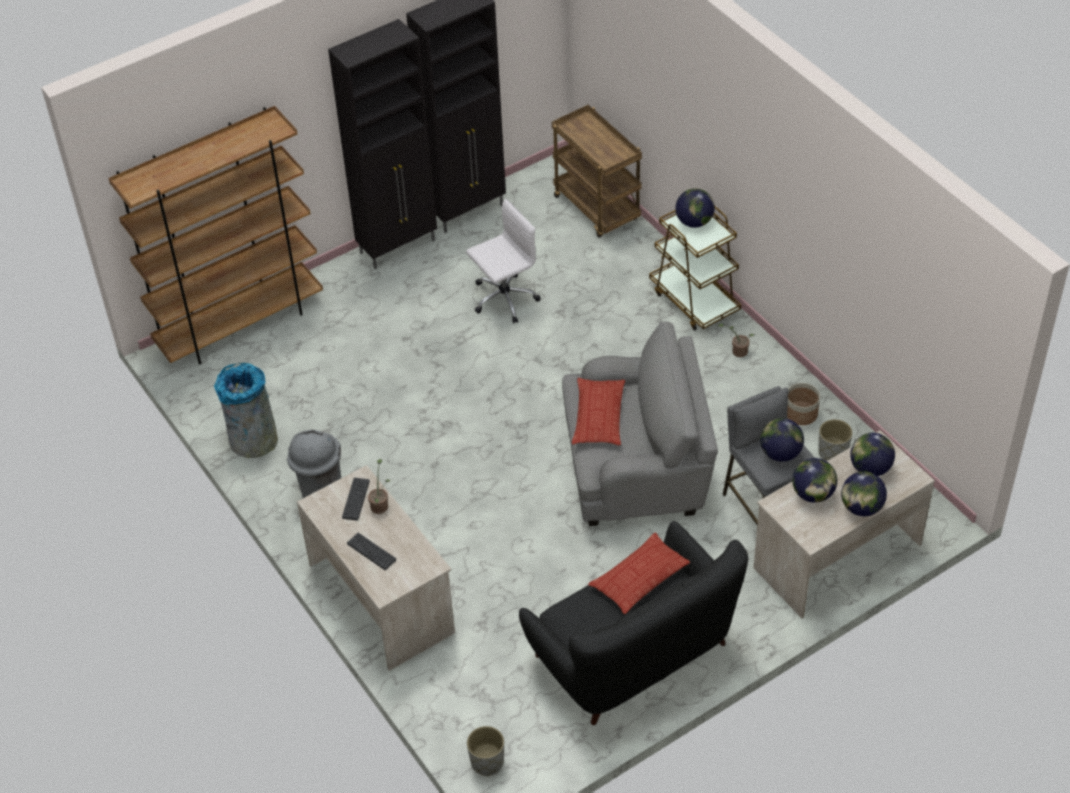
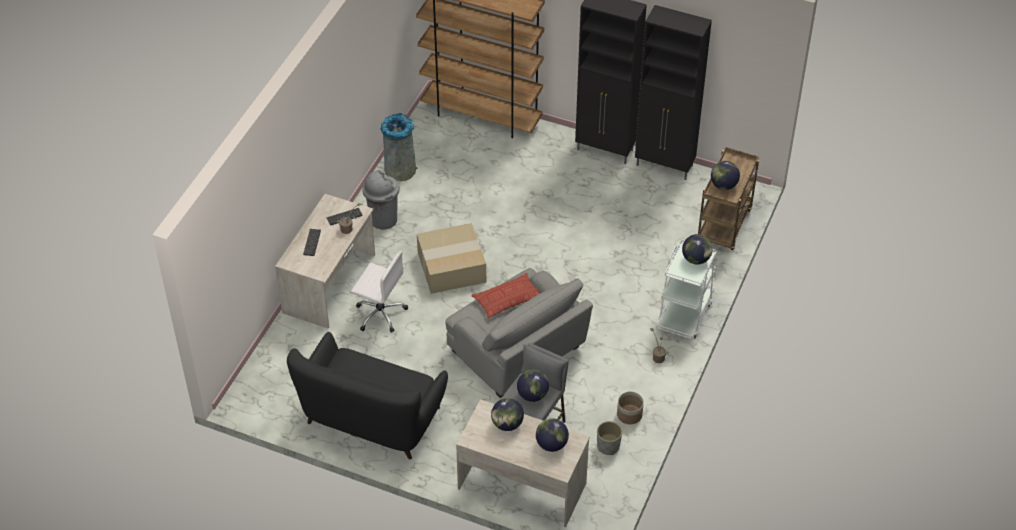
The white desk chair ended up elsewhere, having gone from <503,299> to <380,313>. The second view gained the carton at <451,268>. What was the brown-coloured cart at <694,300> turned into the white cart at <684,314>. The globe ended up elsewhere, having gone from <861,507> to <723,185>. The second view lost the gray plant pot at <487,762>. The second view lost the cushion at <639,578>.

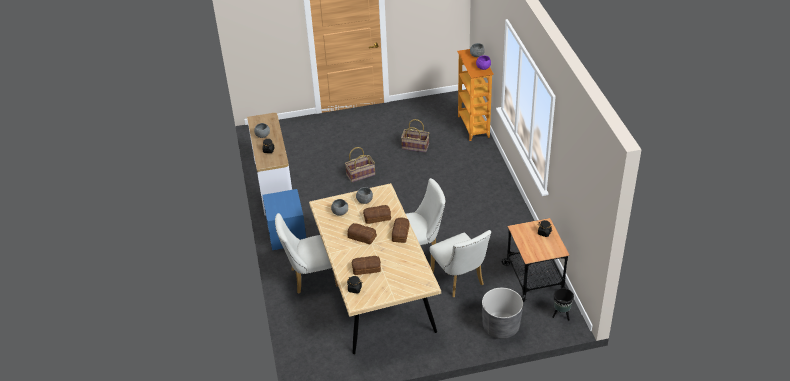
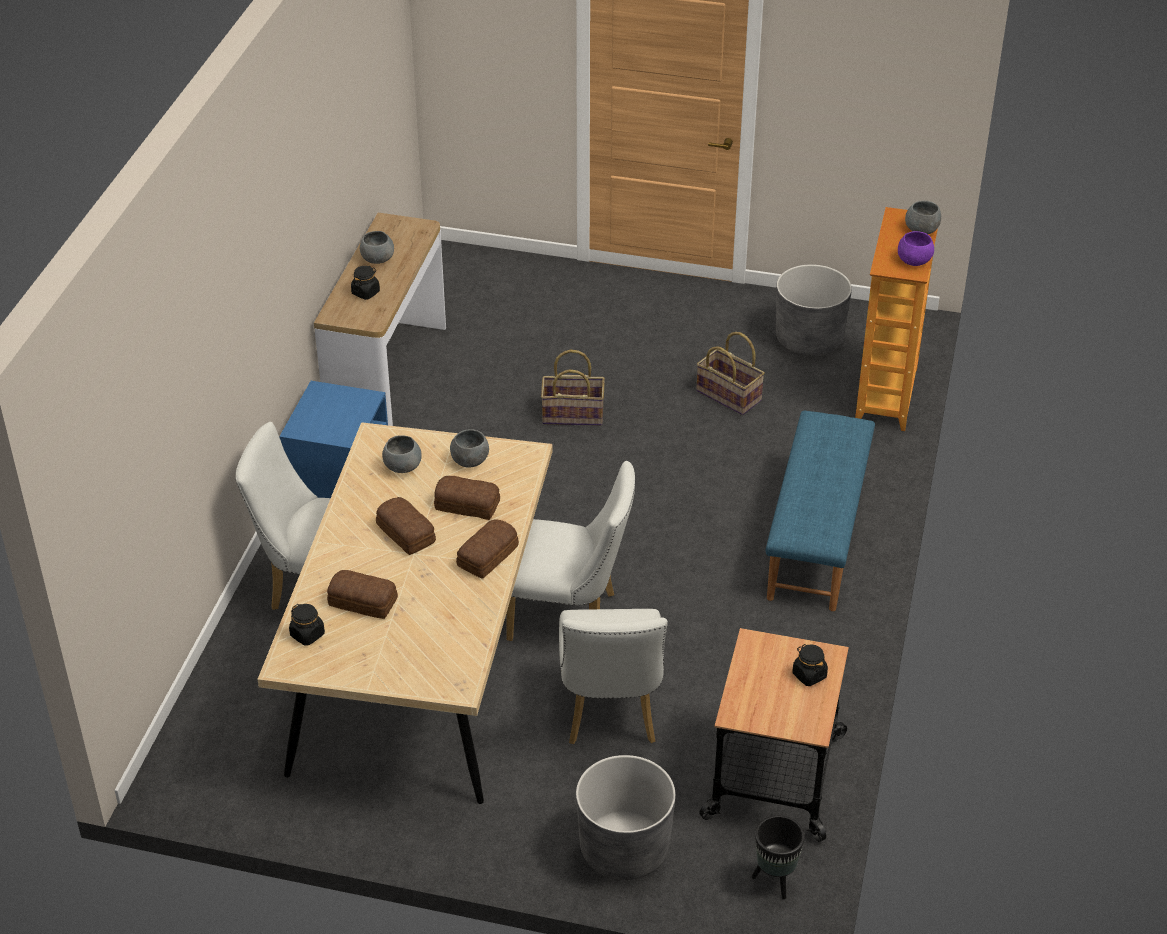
The second view gained the blue long seat at <818,537>. The second view gained the gray plant pot at <809,340>.

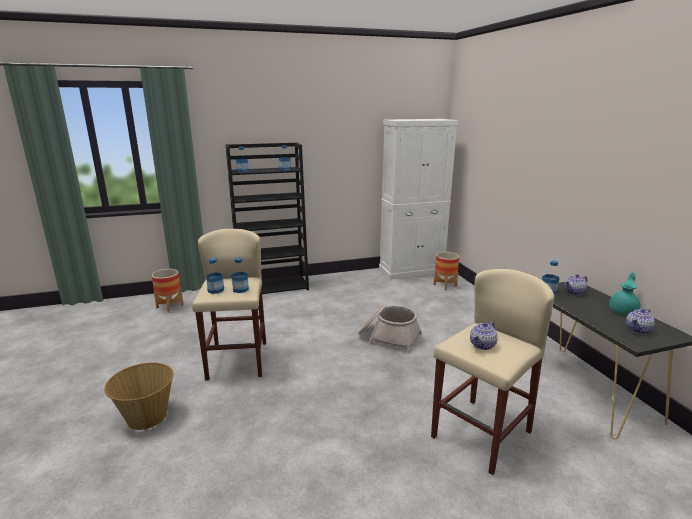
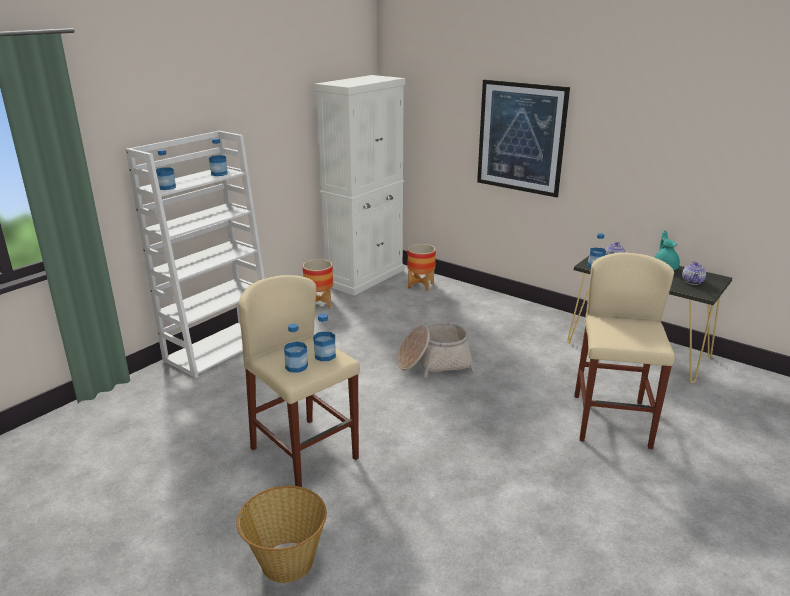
What was the blackish shelving unit at <273,286> turned into the white shelving unit at <220,348>. The plant pot ended up elsewhere, having gone from <170,306> to <319,303>. The second view gained the wall art at <521,137>. The second view lost the teapot at <482,345>.

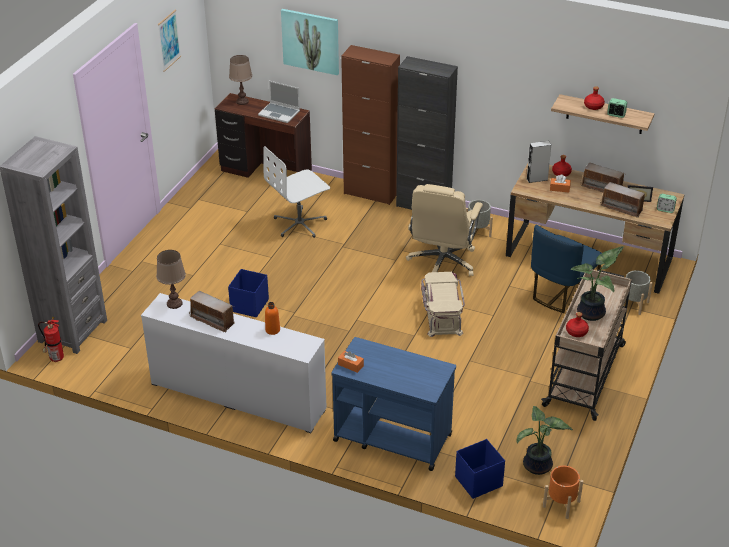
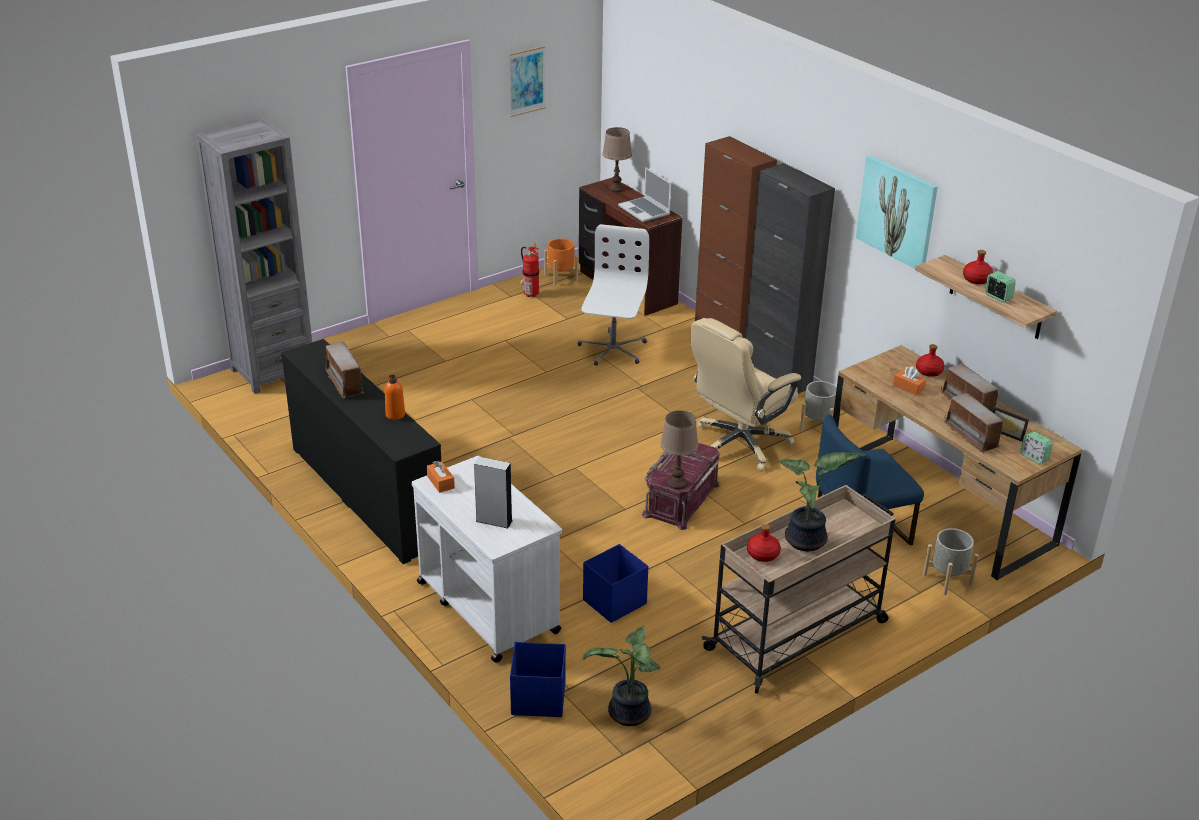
What was the white drawer chest at <238,396> turned into the blackish drawer chest at <366,495>. What was the blue cart at <391,437> turned into the white cart at <487,606>. The gray audio speaker ended up elsewhere, having gone from <537,179> to <494,521>. The fire extinguisher ended up elsewhere, having gone from <55,358> to <529,294>. The orangey plant pot ended up elsewhere, having gone from <561,504> to <561,278>. The white desk chair at <300,224> ended up facing another way, 105 degrees clockwise from before. The blue storage bin ended up elsewhere, having gone from <249,305> to <613,602>. What was the beige storage bin at <441,315> turned into the reddish storage bin at <680,499>. The brown-coloured tabletop lamp ended up elsewhere, having gone from <174,303> to <677,483>. The wall art ended up elsewhere, having gone from <310,41> to <897,212>.

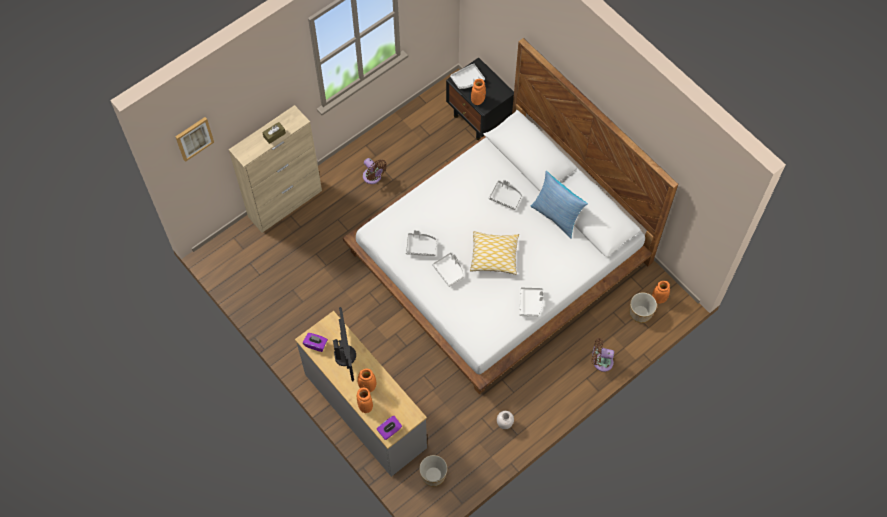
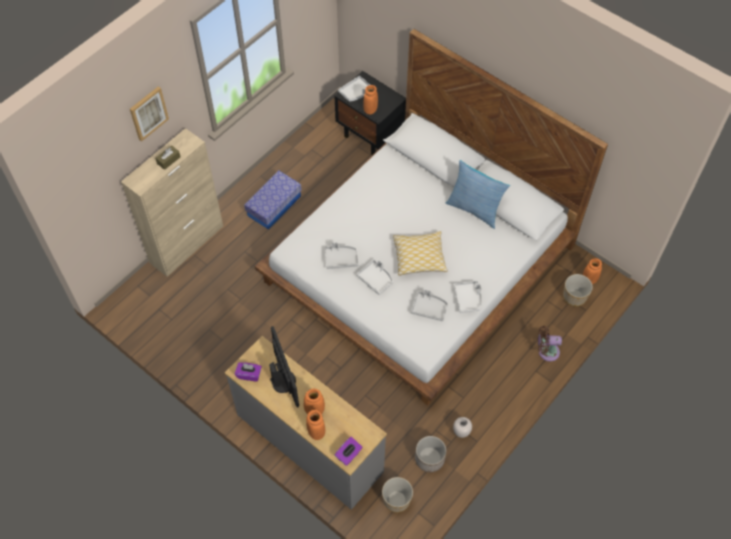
The wall art ended up elsewhere, having gone from <194,138> to <148,113>. Where the brown-coloured electric fan stood at <373,177>, the storage bin came to stand at <274,206>. The gray carrying tray ended up elsewhere, having gone from <505,197> to <429,308>. The second view gained the plant pot at <429,459>.

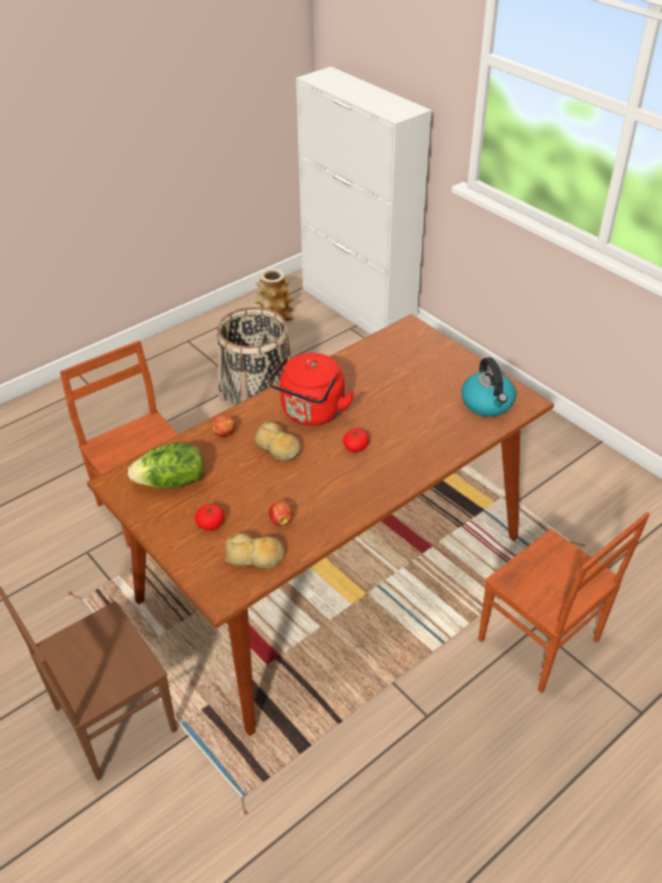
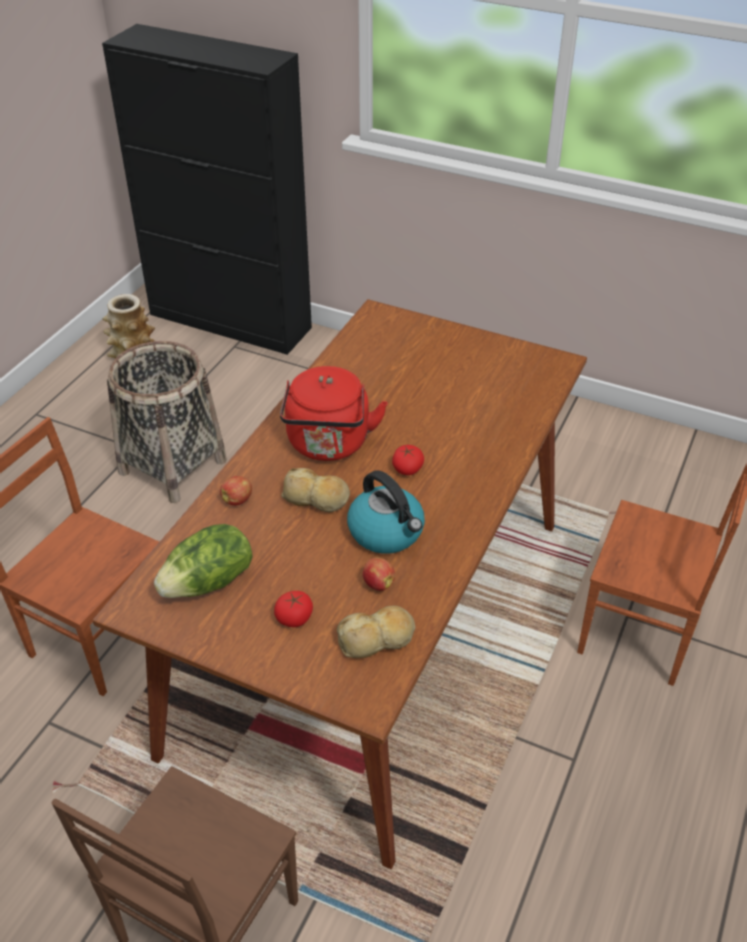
What was the white cupboard at <358,308> turned into the blackish cupboard at <231,321>. The water kettle ended up elsewhere, having gone from <488,403> to <387,532>.

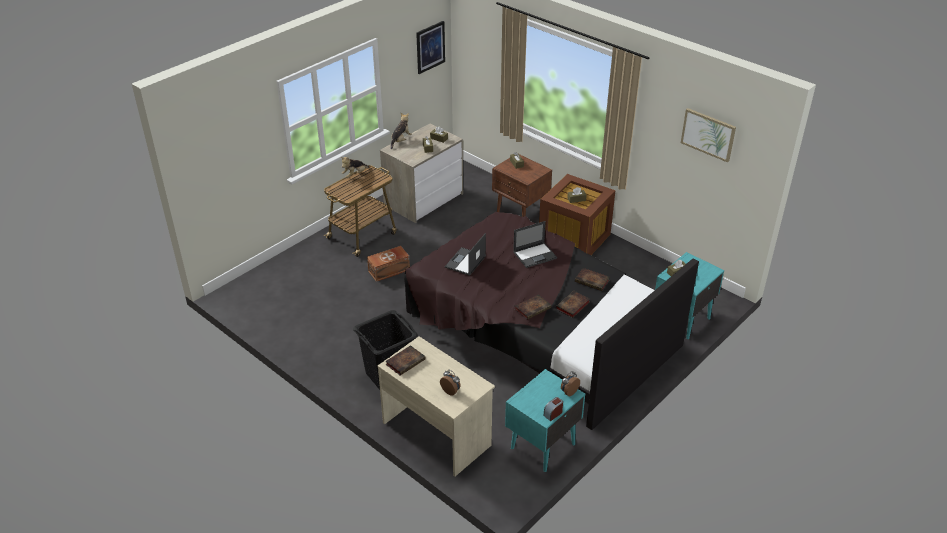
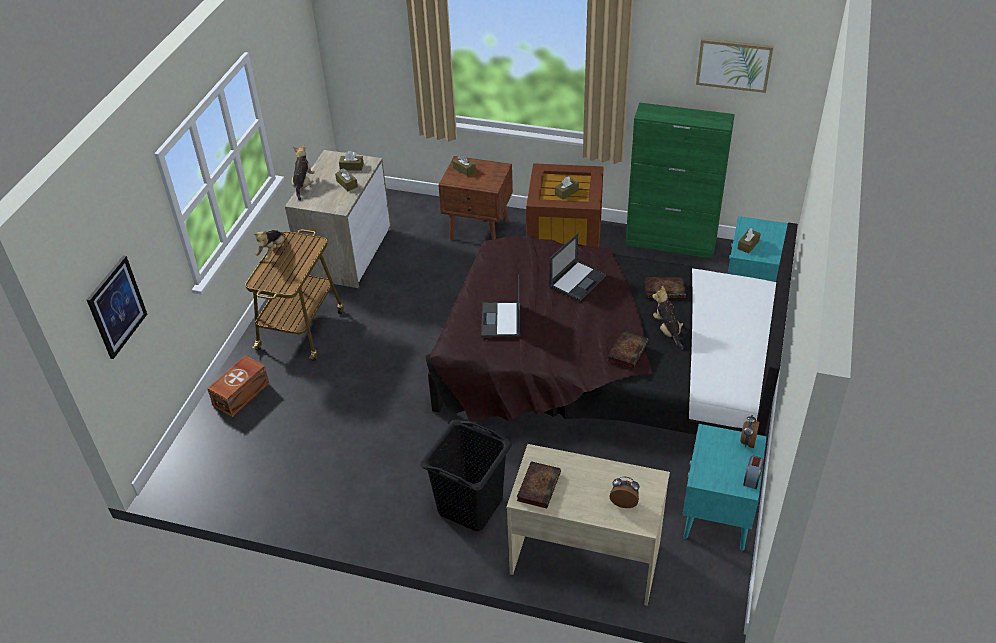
The wall art ended up elsewhere, having gone from <430,47> to <116,307>. The brown-coloured storage bin ended up elsewhere, having gone from <389,271> to <242,394>. The second view gained the green cupboard at <671,243>. Where the volume stood at <572,306>, the plush toy came to stand at <667,330>.

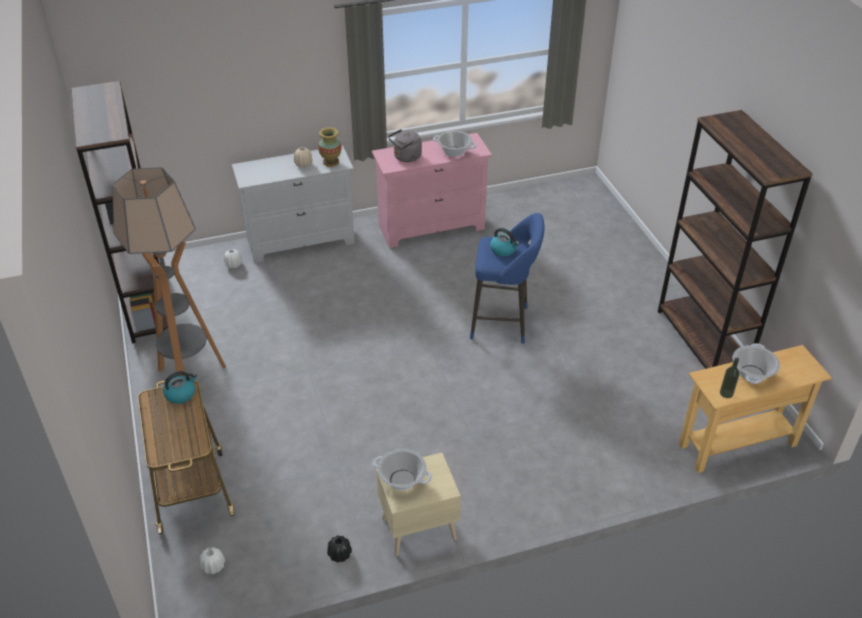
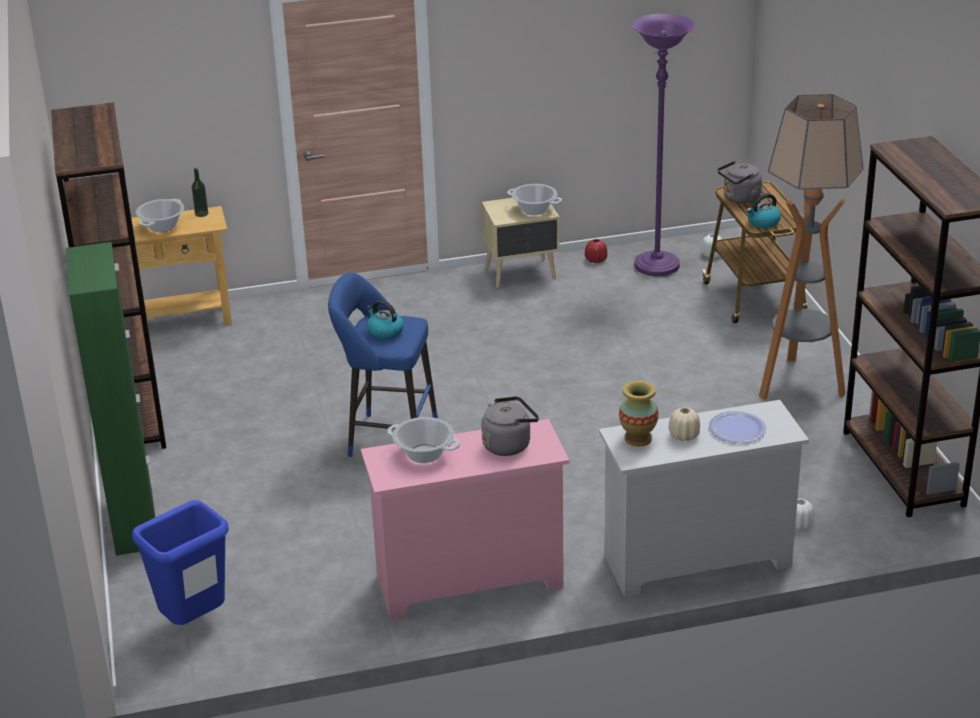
The second view gained the green cupboard at <134,524>. The second view gained the blue waste bin at <193,623>. What was the blackish flower vase at <339,554> turned into the reddish flower vase at <596,260>. The second view gained the purple floor lamp at <656,266>. The second view gained the plate at <737,429>. The second view gained the gray water kettle at <739,199>.

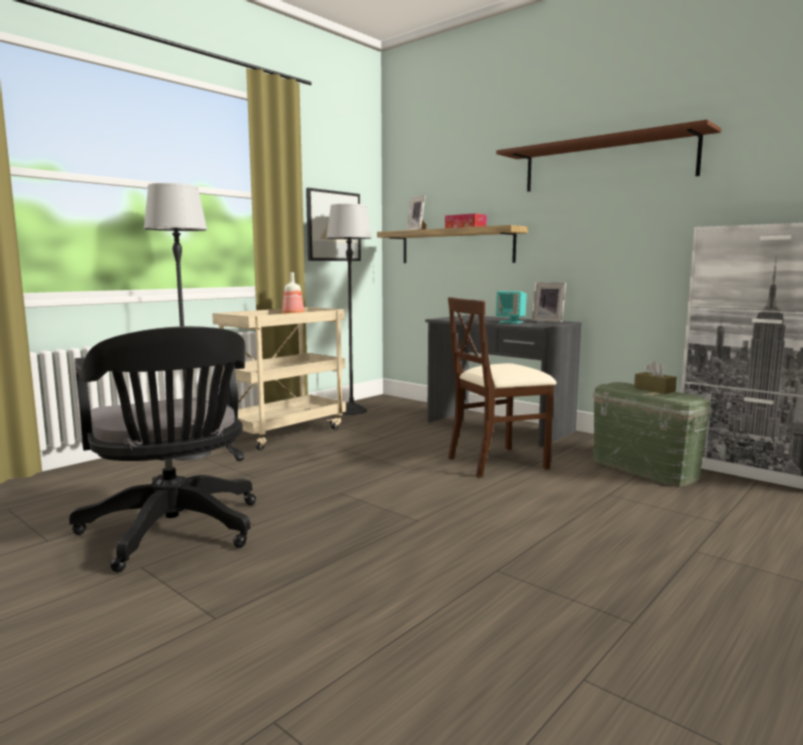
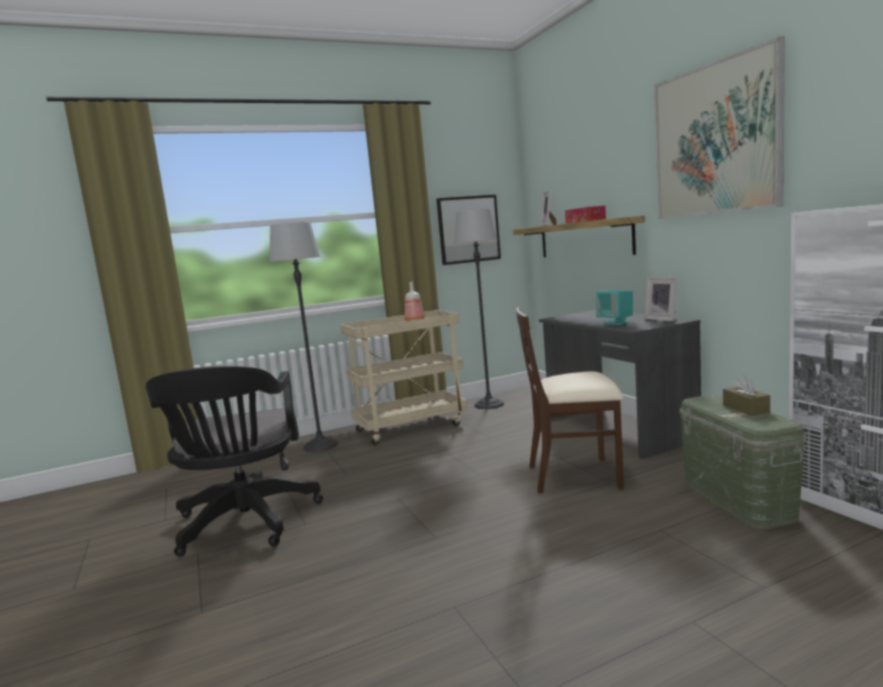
Where the brown-coloured shelf hung at <606,164>, the wall art came to hang at <715,139>.

